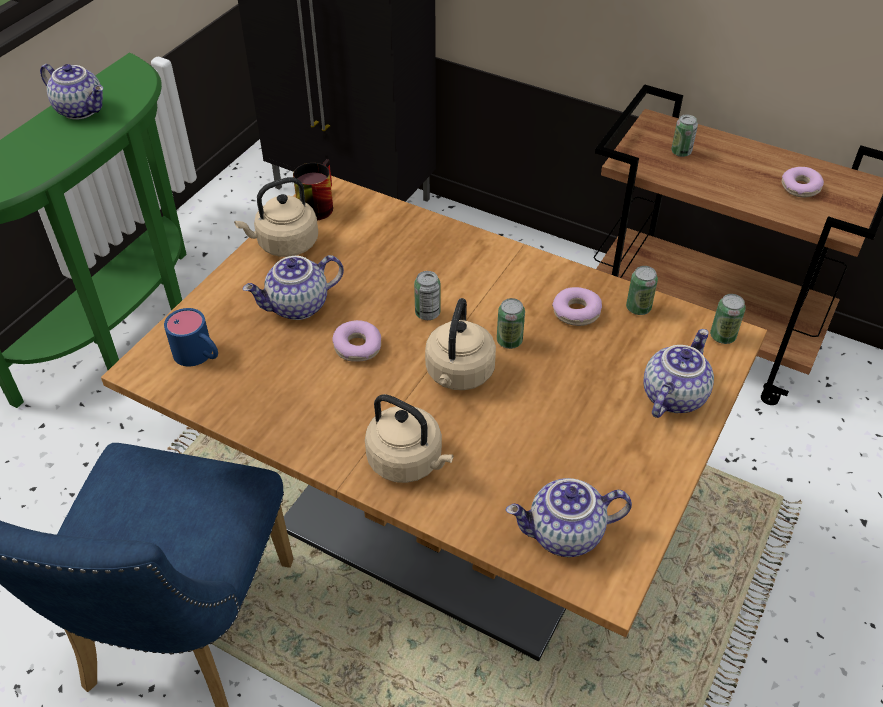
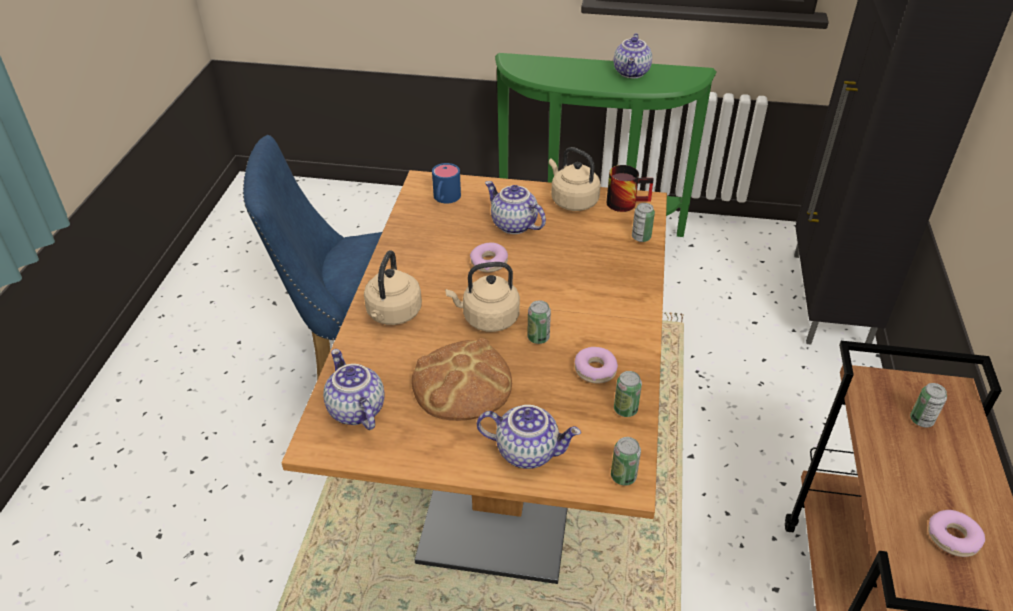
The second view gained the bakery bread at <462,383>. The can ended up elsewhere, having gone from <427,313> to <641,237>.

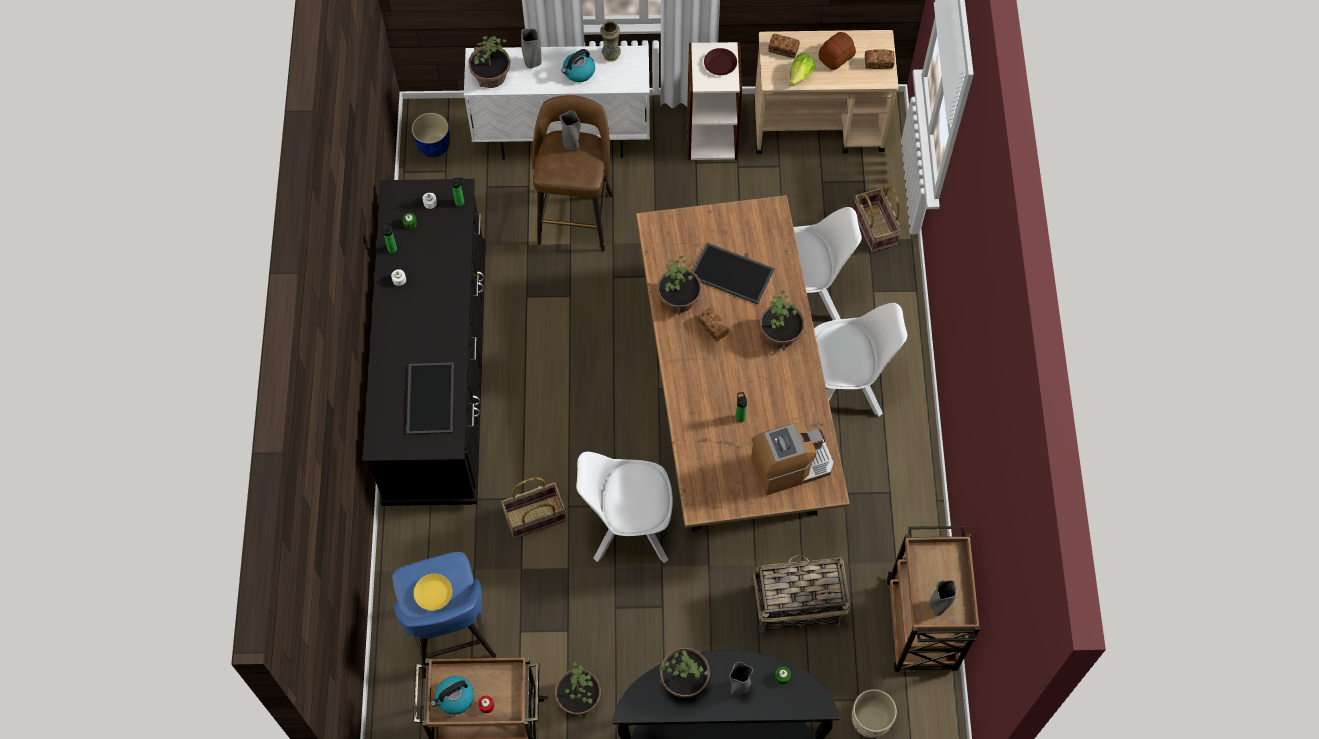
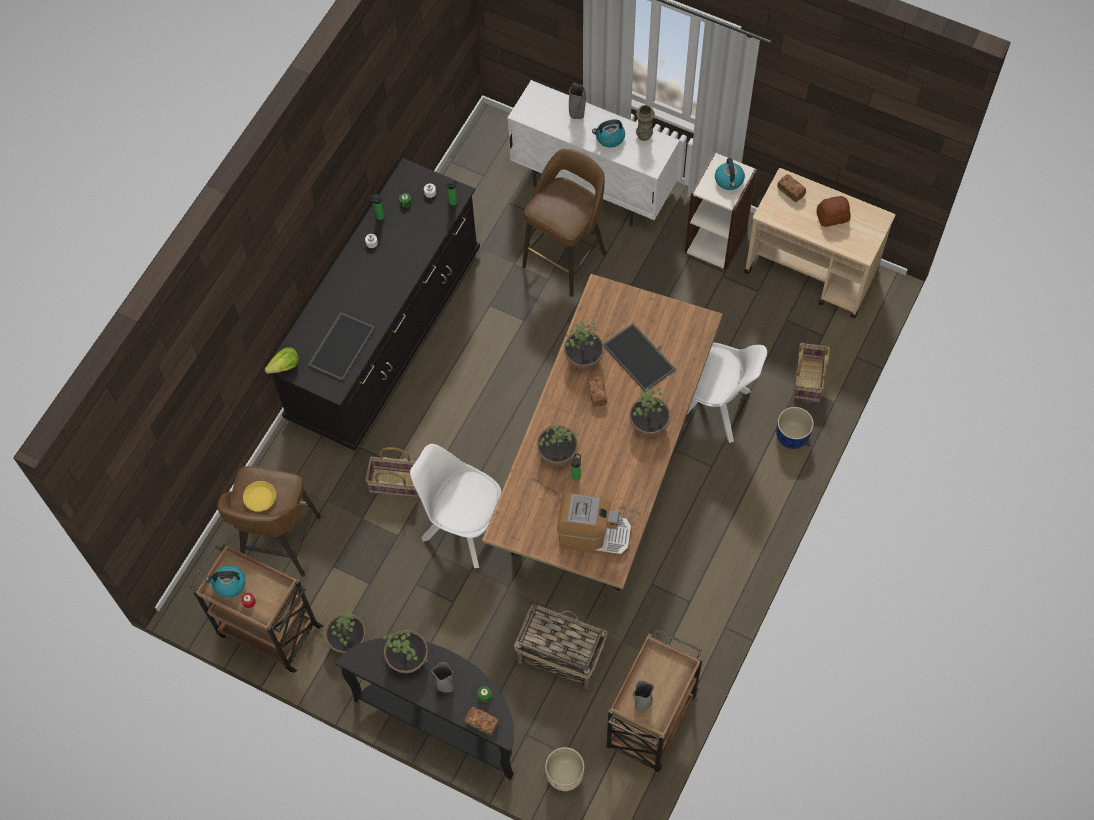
What was the blue stool seat at <451,636> turned into the brown-coloured stool seat at <279,543>. The head of lettuce ended up elsewhere, having gone from <800,76> to <284,366>. The bakery bread ended up elsewhere, having gone from <878,63> to <482,723>. The plant in a pot ended up elsewhere, having gone from <490,75> to <557,453>. Where the brown-coloured plate stood at <720,64>, the water kettle came to stand at <729,180>. The blue plant pot ended up elsewhere, having gone from <434,146> to <792,436>. The second view lost the gray flower vase at <572,145>. The second view lost the white chair at <844,388>.

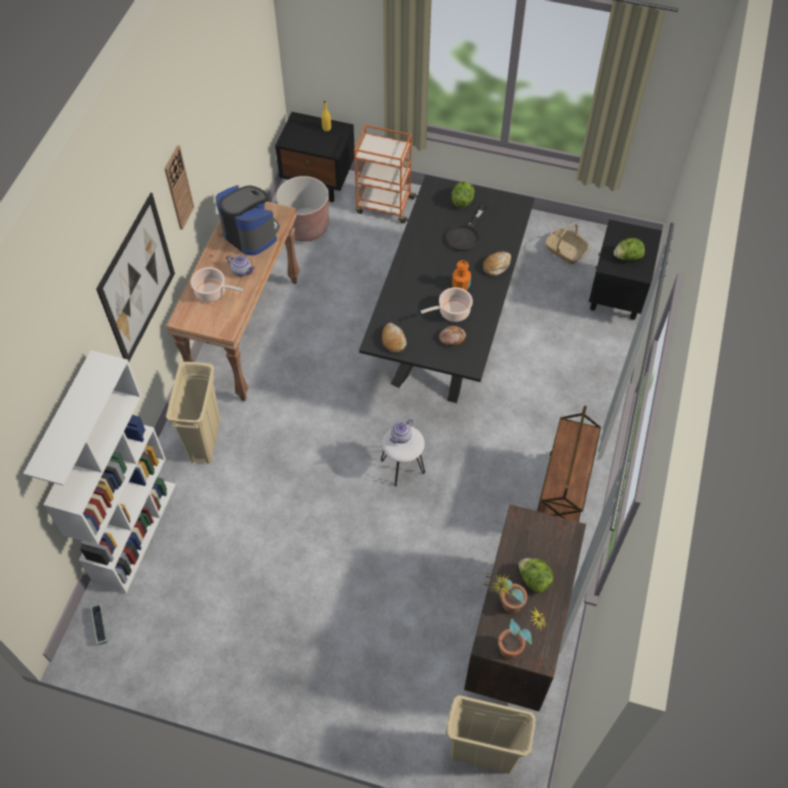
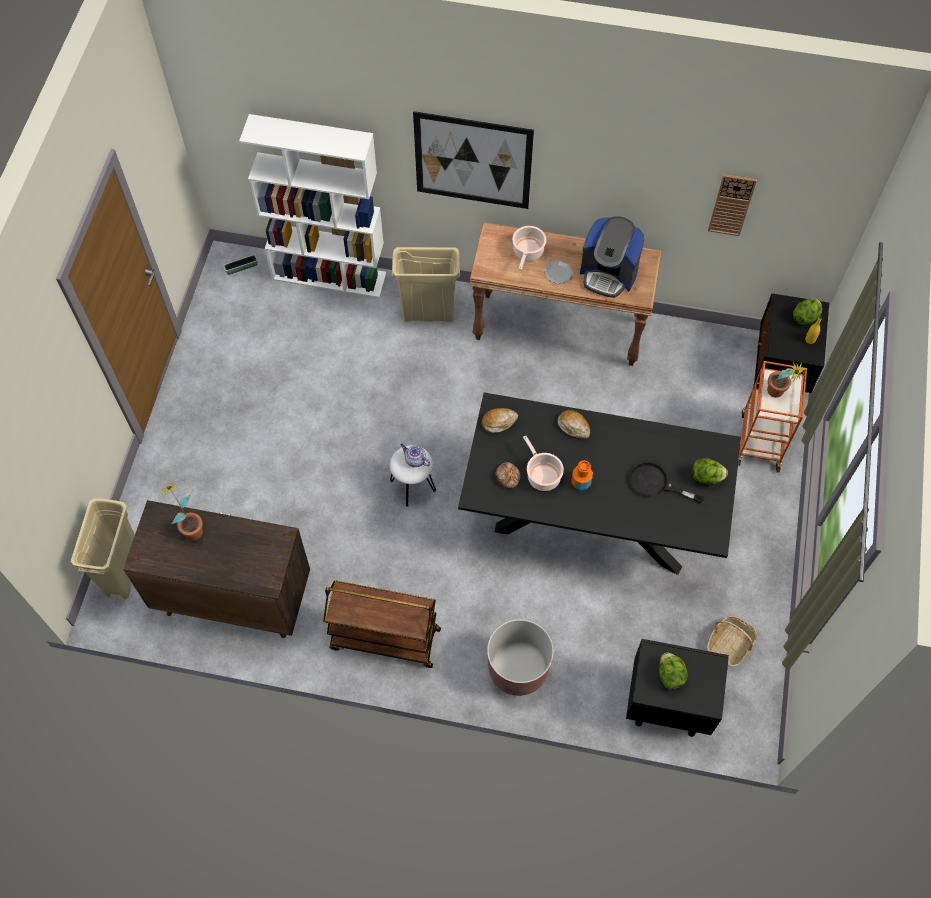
The brown-coloured plant pot ended up elsewhere, having gone from <305,226> to <518,669>. Where the teapot stood at <242,271>, the plate came to stand at <558,273>. The bakery bread ended up elsewhere, having gone from <496,266> to <573,426>. The coffee maker at <251,234> ended up facing another way, 75 degrees clockwise from before. The clock on the wall ended up elsewhere, having gone from <178,188> to <731,205>. The plant in a pot ended up elsewhere, having gone from <516,648> to <777,395>. The head of lettuce ended up elsewhere, having gone from <534,579> to <805,317>.

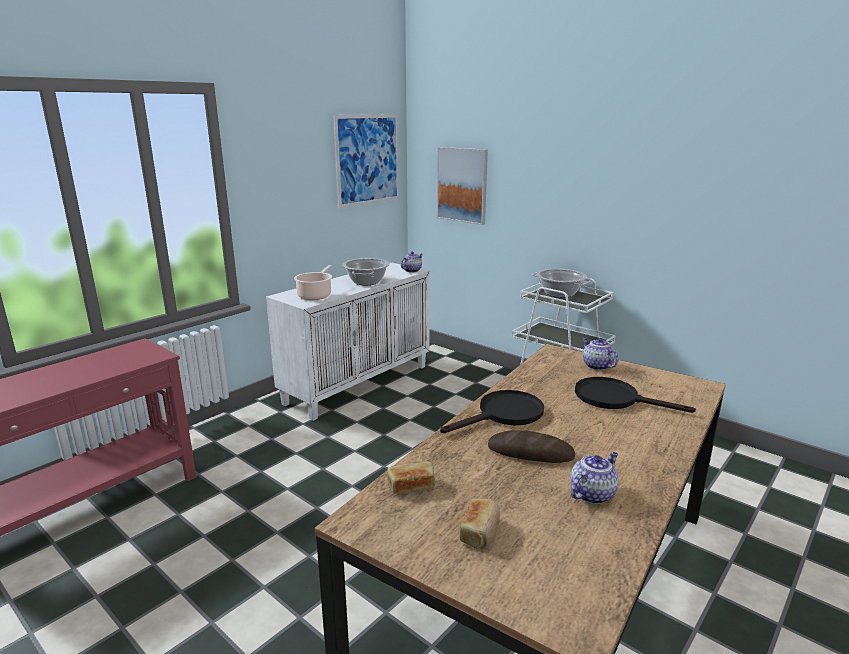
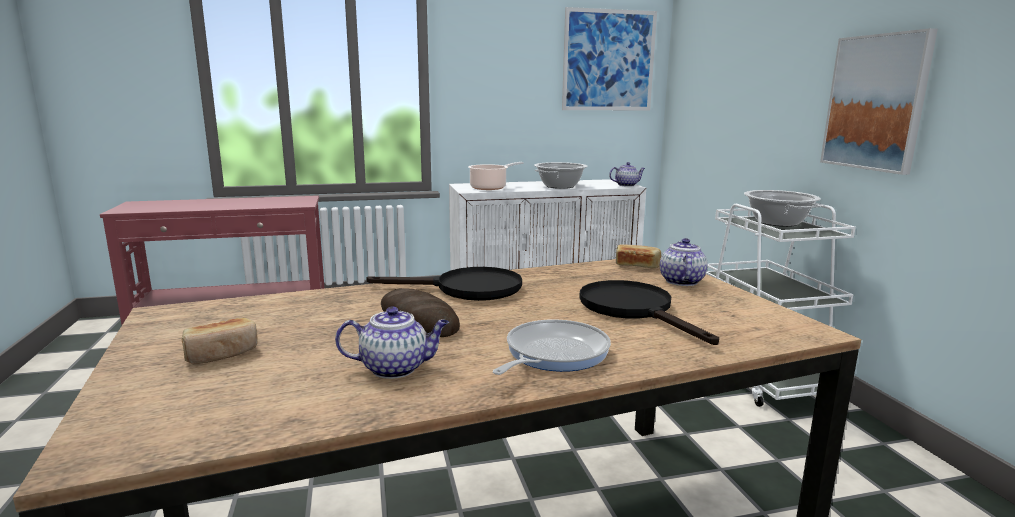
The second view gained the pan at <553,354>. The bakery bread ended up elsewhere, having gone from <411,485> to <637,266>. The wall art ended up elsewhere, having gone from <462,185> to <876,102>.

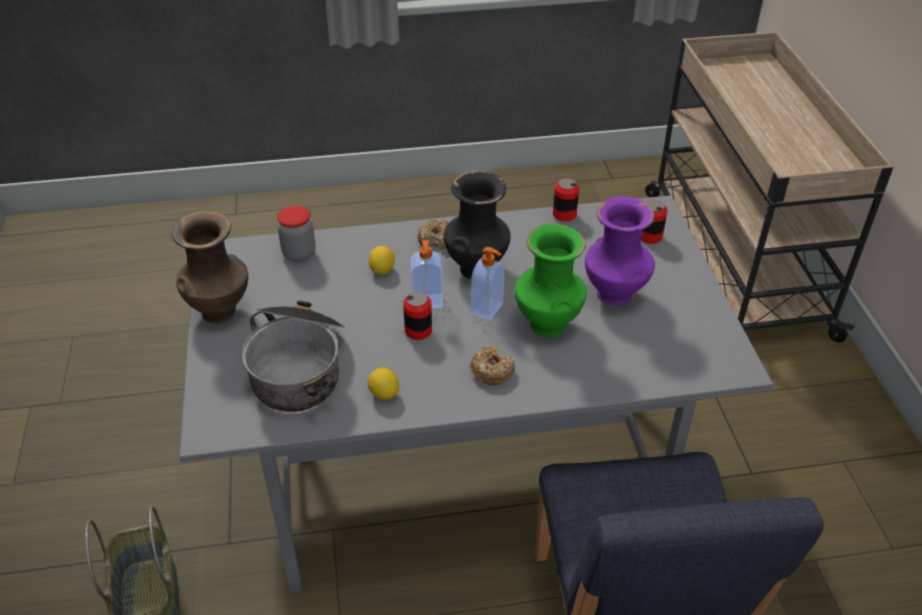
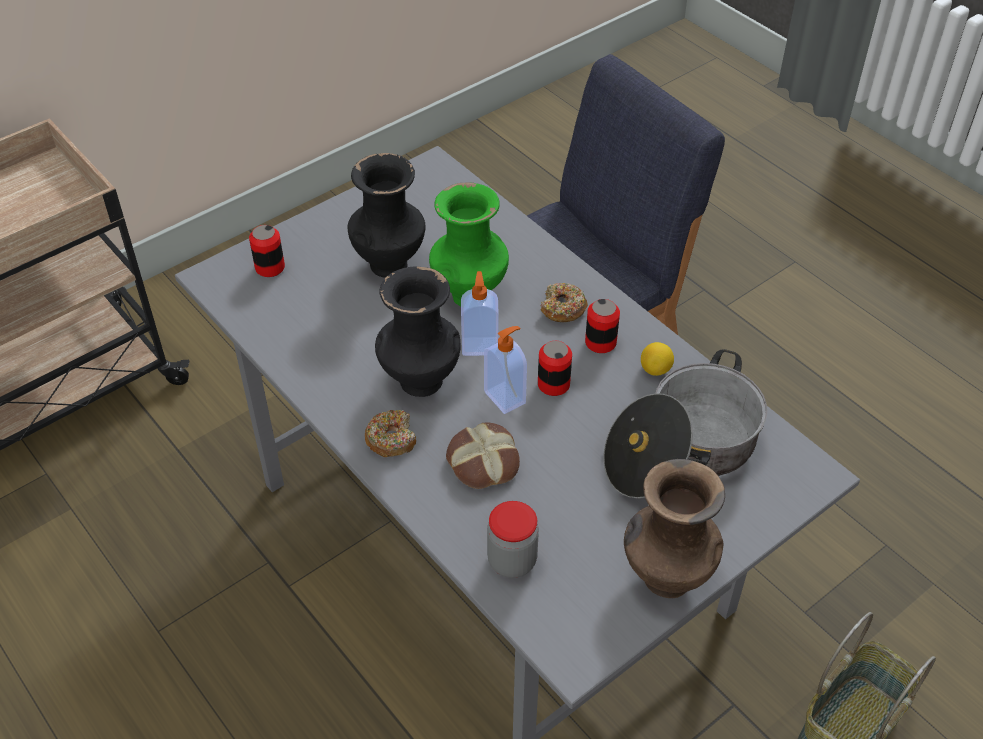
What was the purple flower vase at <615,296> turned into the blackish flower vase at <390,263>. Where the citrus fruit stood at <382,270>, the bakery bread came to stand at <482,462>. The can ended up elsewhere, having gone from <564,214> to <600,342>.

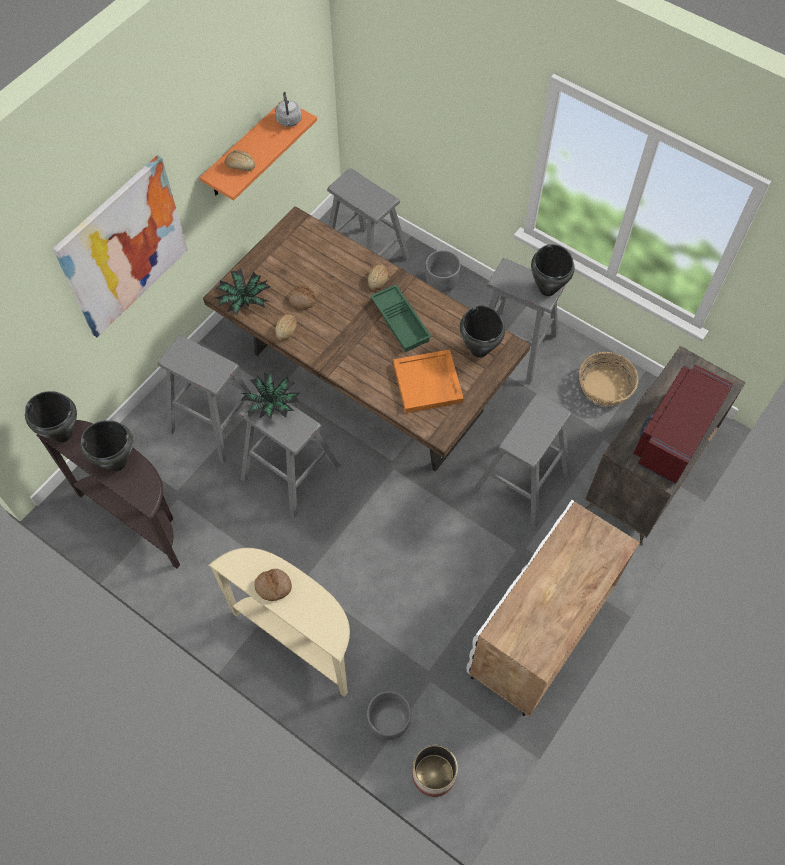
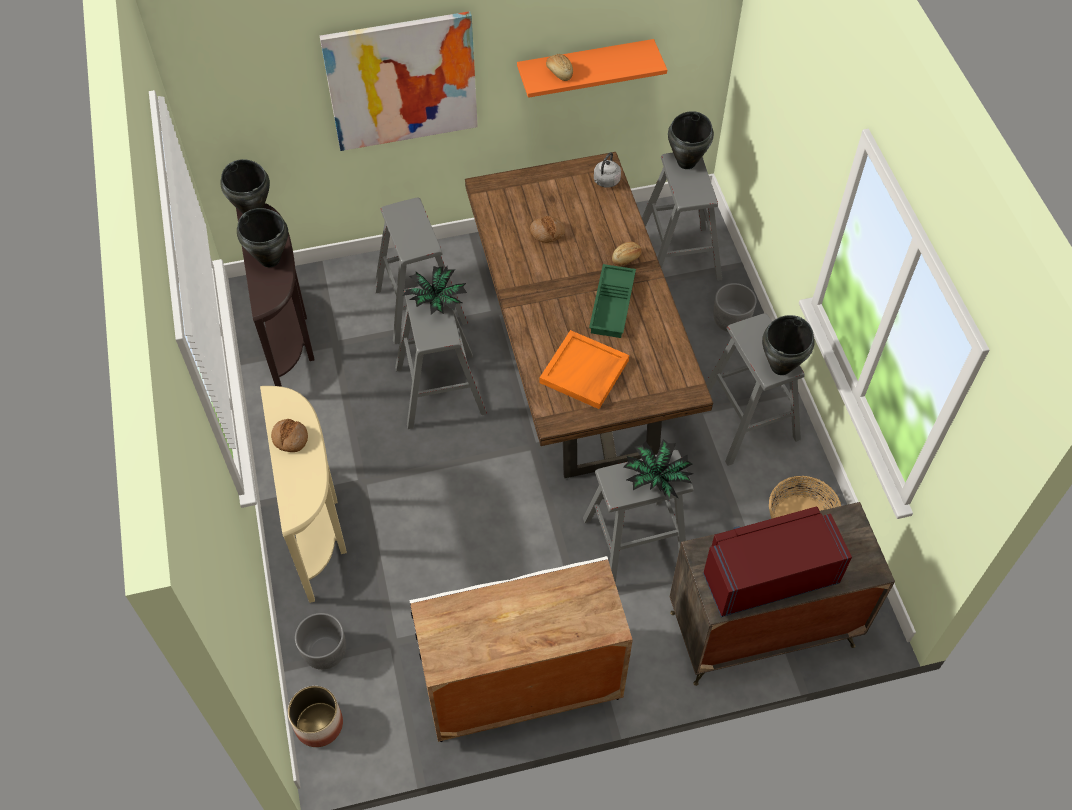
The gray water kettle ended up elsewhere, having gone from <289,121> to <605,181>. The plant in a pot ended up elsewhere, having gone from <244,301> to <657,478>. The blackish stockpot ended up elsewhere, having gone from <479,349> to <687,162>. The second view lost the bakery bread at <287,330>.

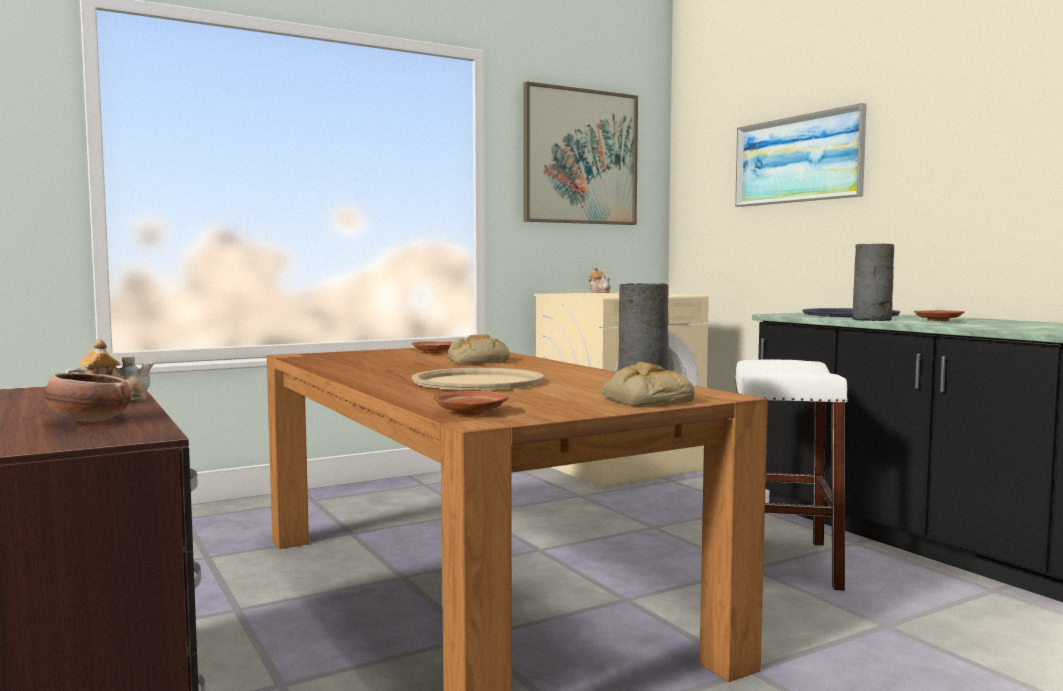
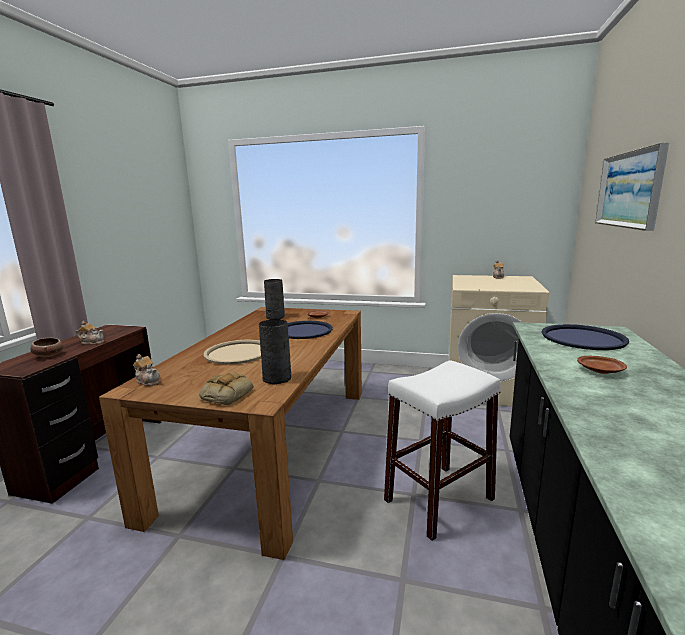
Where the brown-coloured plate stood at <469,412>, the teapot came to stand at <148,381>. The gray flower vase ended up elsewhere, having gone from <872,320> to <275,317>. Where the bakery bread stood at <478,361>, the blue carrying tray came to stand at <304,331>. The second view lost the wall art at <580,157>.

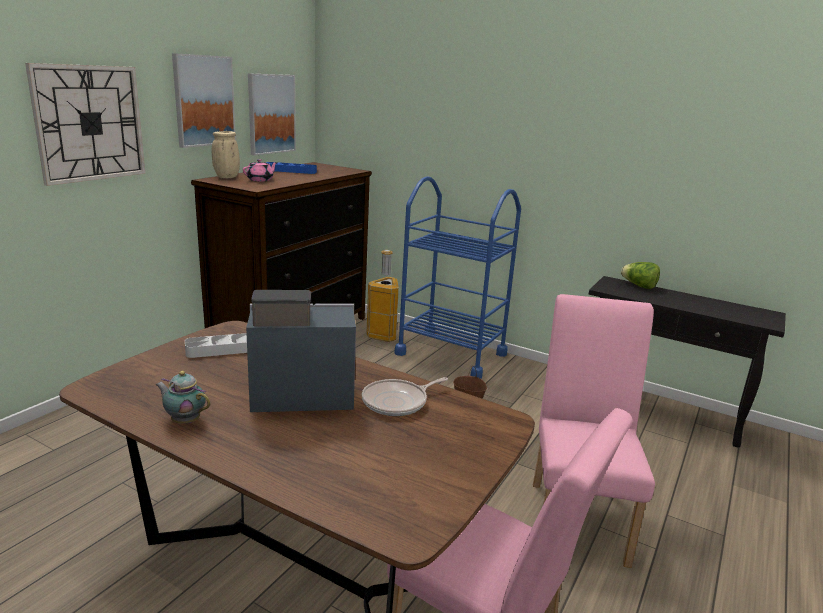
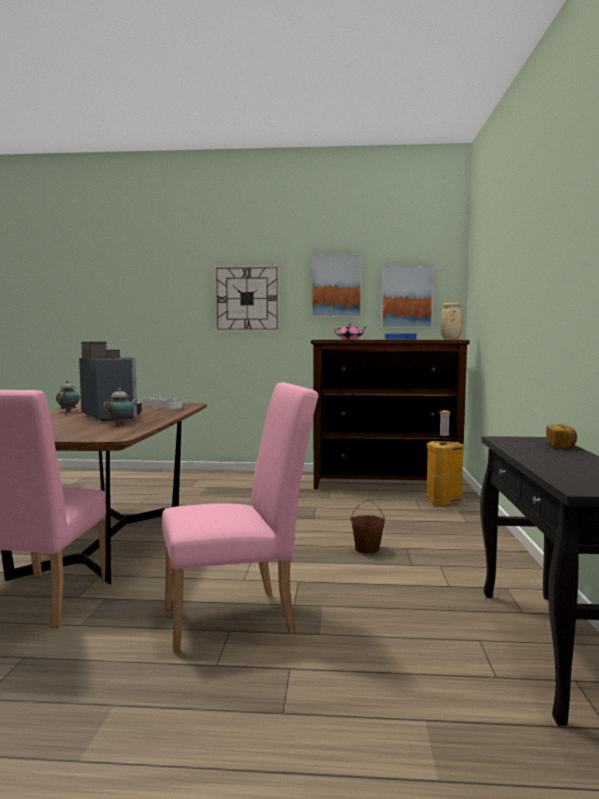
Where the pan stood at <397,402>, the teapot came to stand at <121,424>. The beige flower vase ended up elsewhere, having gone from <226,177> to <450,339>. Where the head of lettuce stood at <639,286>, the bakery bread came to stand at <561,446>. The second view lost the blue cart at <451,354>.

